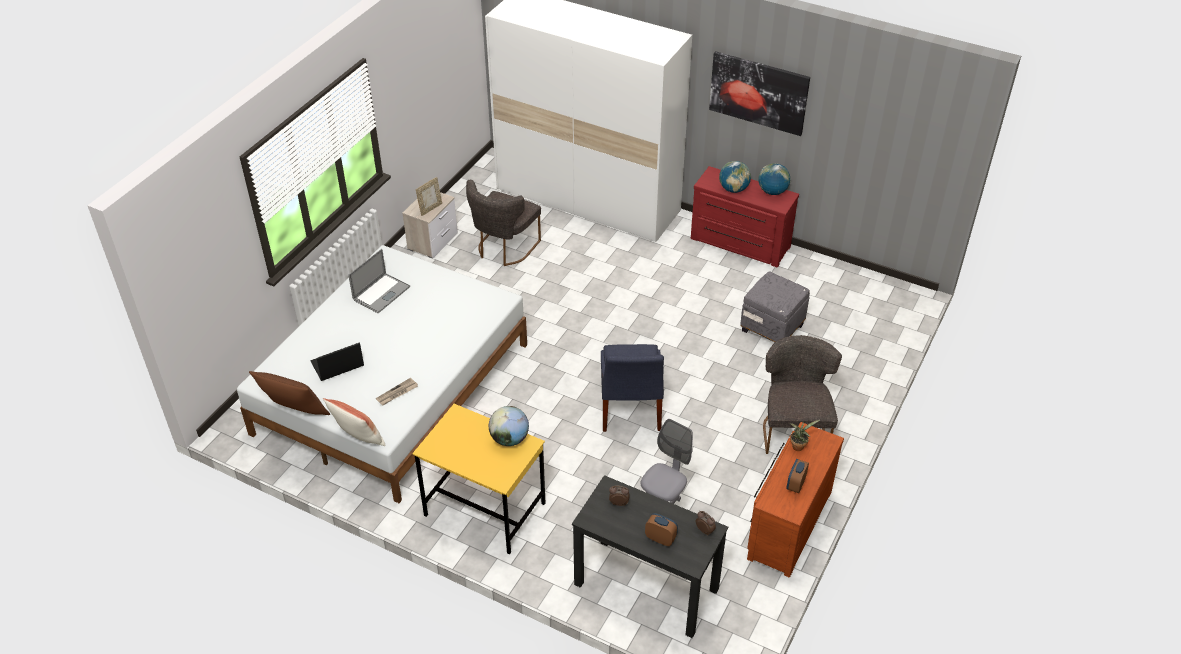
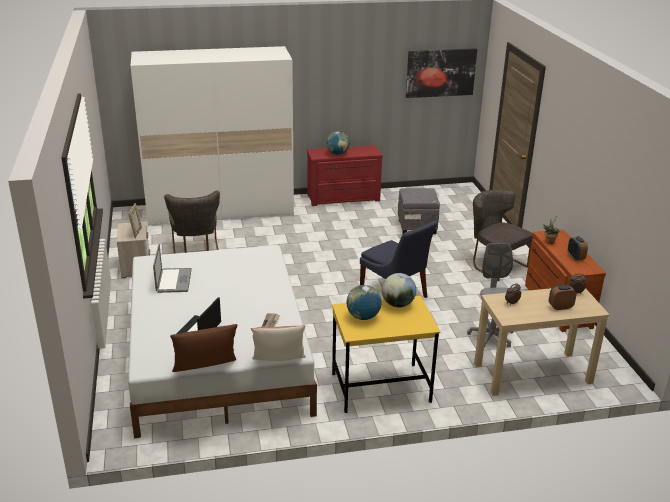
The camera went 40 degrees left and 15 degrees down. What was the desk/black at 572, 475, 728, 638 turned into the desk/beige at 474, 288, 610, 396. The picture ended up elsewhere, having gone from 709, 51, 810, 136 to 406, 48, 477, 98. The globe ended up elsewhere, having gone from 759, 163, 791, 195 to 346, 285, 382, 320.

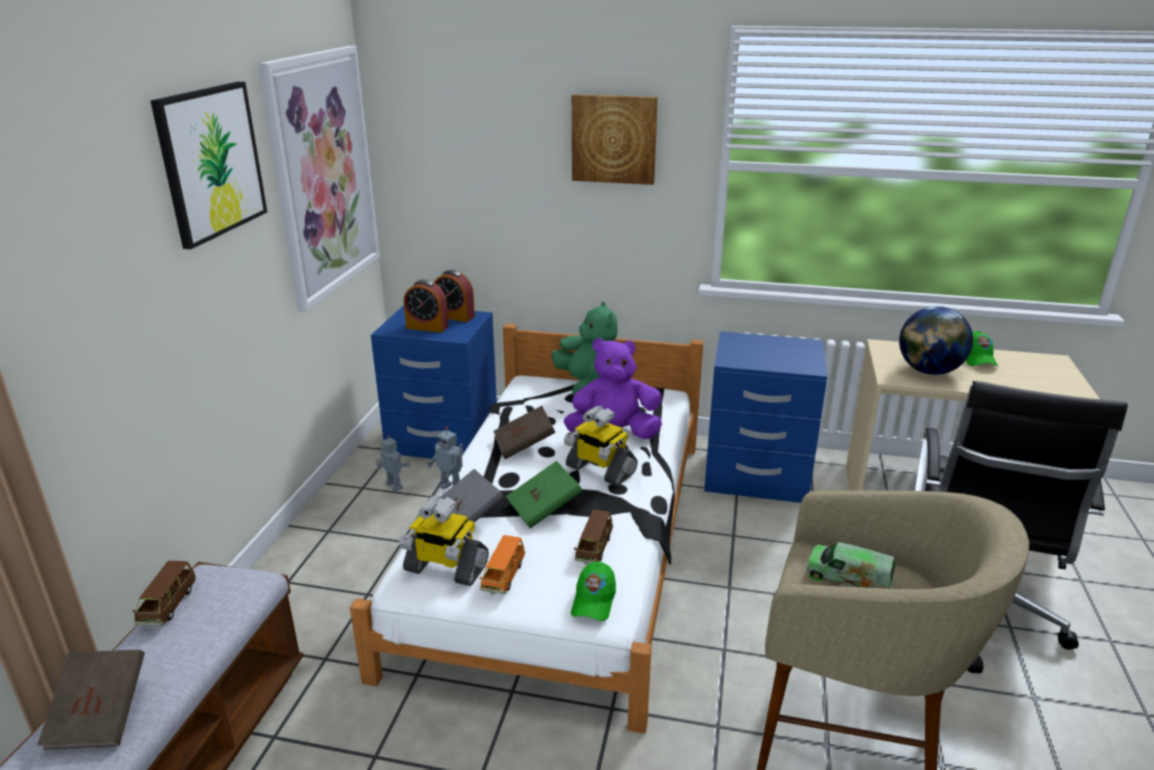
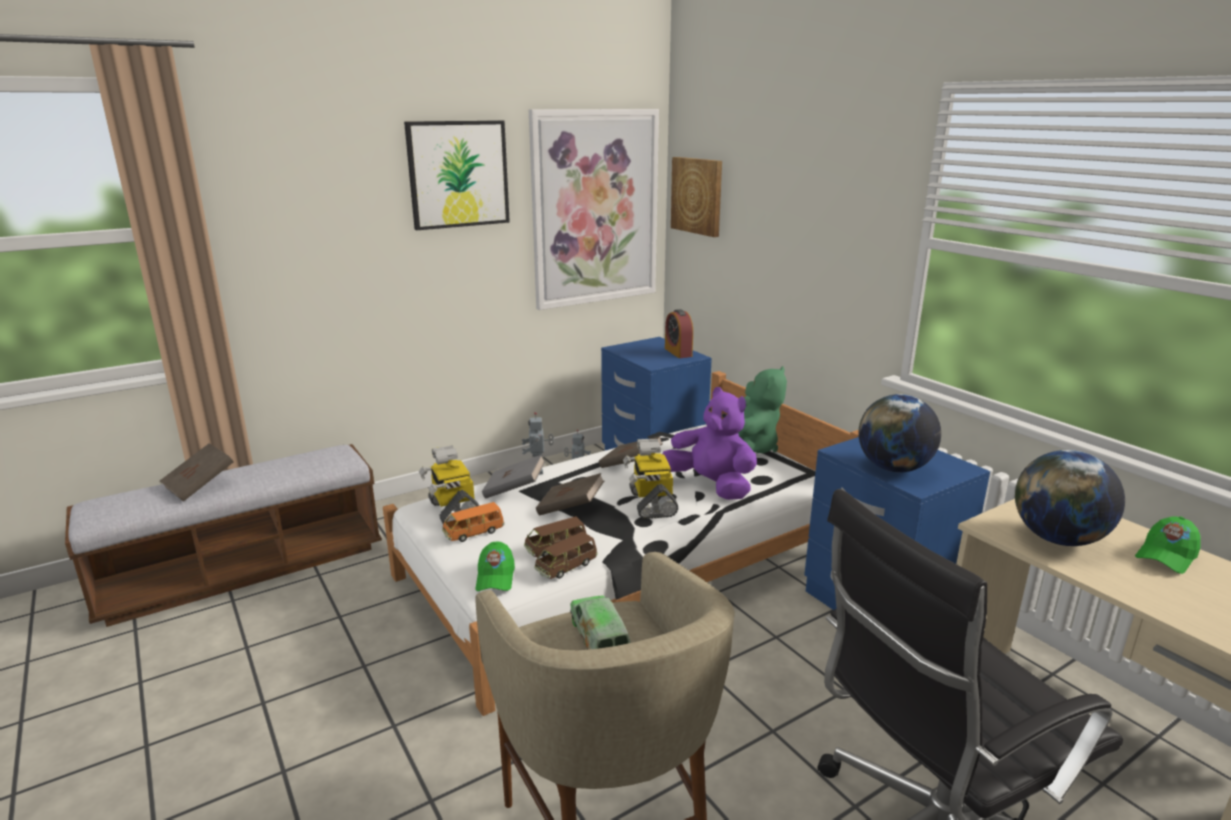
The camera went 45 degrees right and 5 degrees down. The toy car/brown ended up elsewhere, having gone from 133, 561, 196, 627 to 534, 532, 598, 579. The second view lost the alarm clock at 404, 280, 449, 333. What was the book/green at 506, 461, 582, 529 turned into the book/brown at 536, 473, 604, 515. The cap/green at 571, 562, 616, 621 ended up facing another way, 60 degrees counterclockwise from before. The picture ended up elsewhere, having gone from 572, 94, 658, 185 to 671, 157, 722, 237. The second view gained the globe at 858, 394, 941, 472.

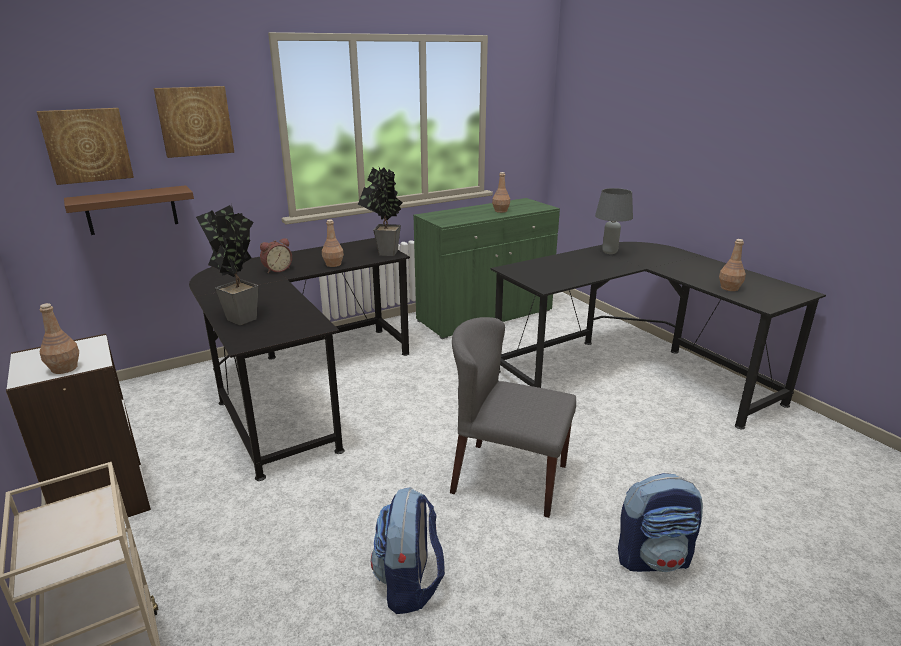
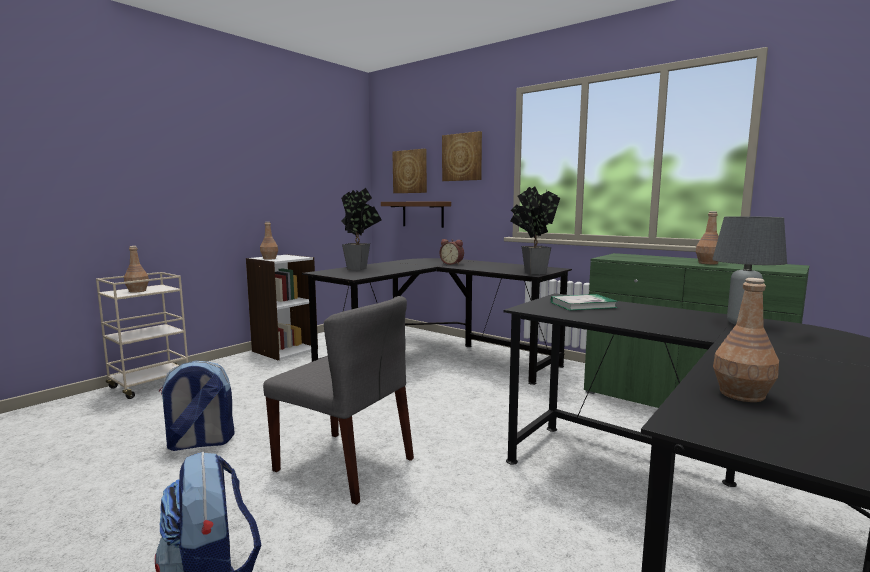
The camera went 70 degrees right and 15 degrees down. The bottle/brown ended up elsewhere, having gone from 322, 220, 344, 267 to 124, 246, 149, 293. The chair/grey at 450, 317, 576, 518 ended up facing another way, 120 degrees clockwise from before. The second view gained the book at 551, 294, 618, 311.

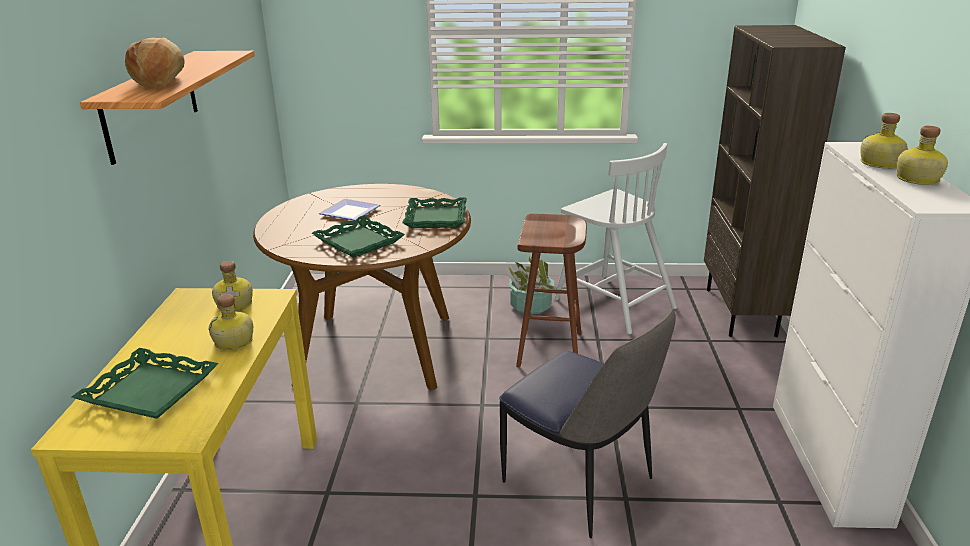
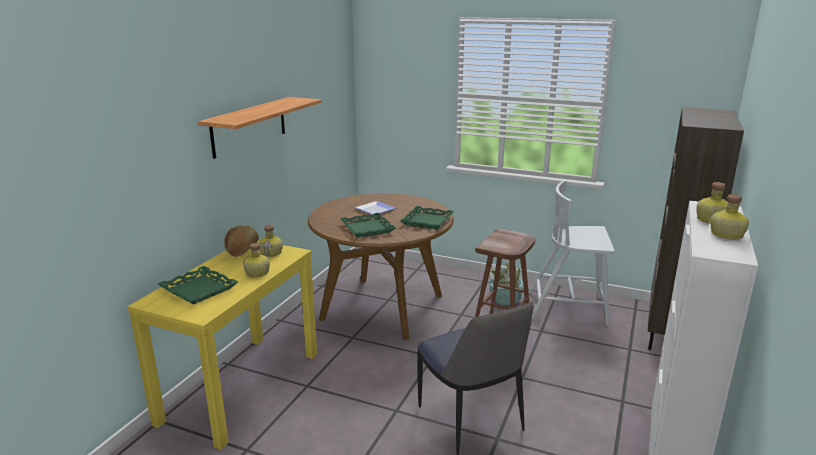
The camera went 20 degrees right and 5 degrees down. The bread ended up elsewhere, having gone from 125, 38, 185, 88 to 224, 225, 259, 257. The chair/white at 554, 143, 677, 334 ended up facing another way, 120 degrees clockwise from before.

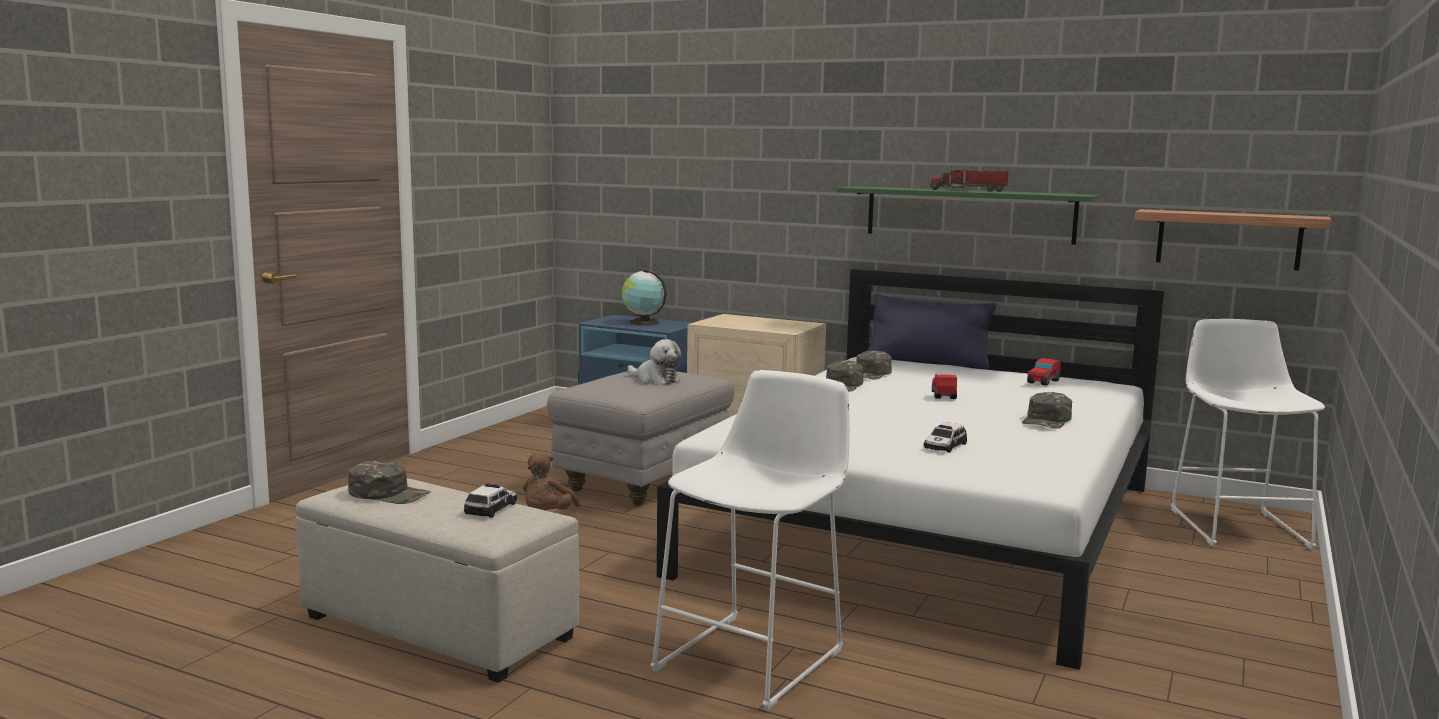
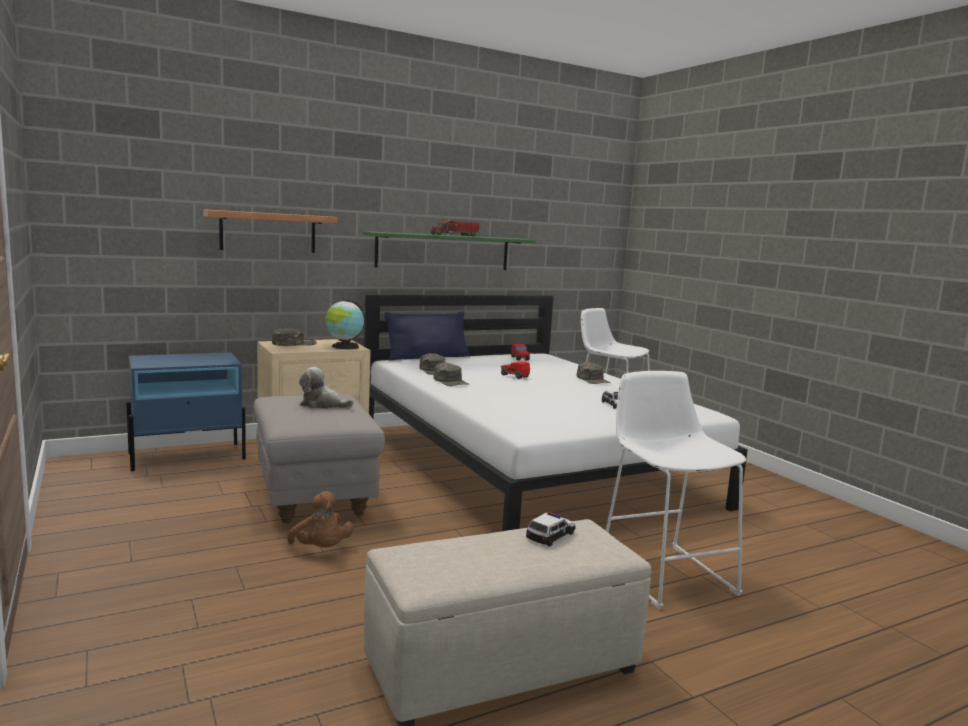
The camera went 55 degrees left and 0 degrees up. The cap/green ended up elsewhere, having gone from 348, 461, 431, 504 to 272, 328, 317, 346. The toy car at 464, 483, 517, 518 ended up facing another way, 75 degrees clockwise from before. The globe ended up elsewhere, having gone from 622, 270, 667, 326 to 325, 300, 365, 349. The plush toy at 627, 339, 681, 385 ended up facing another way, 150 degrees counterclockwise from before. The shelf ended up elsewhere, having gone from 1135, 209, 1332, 271 to 203, 209, 338, 253.

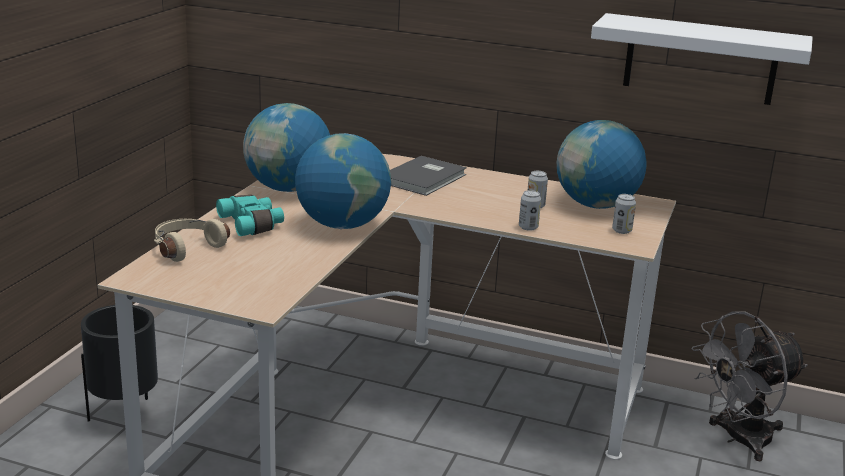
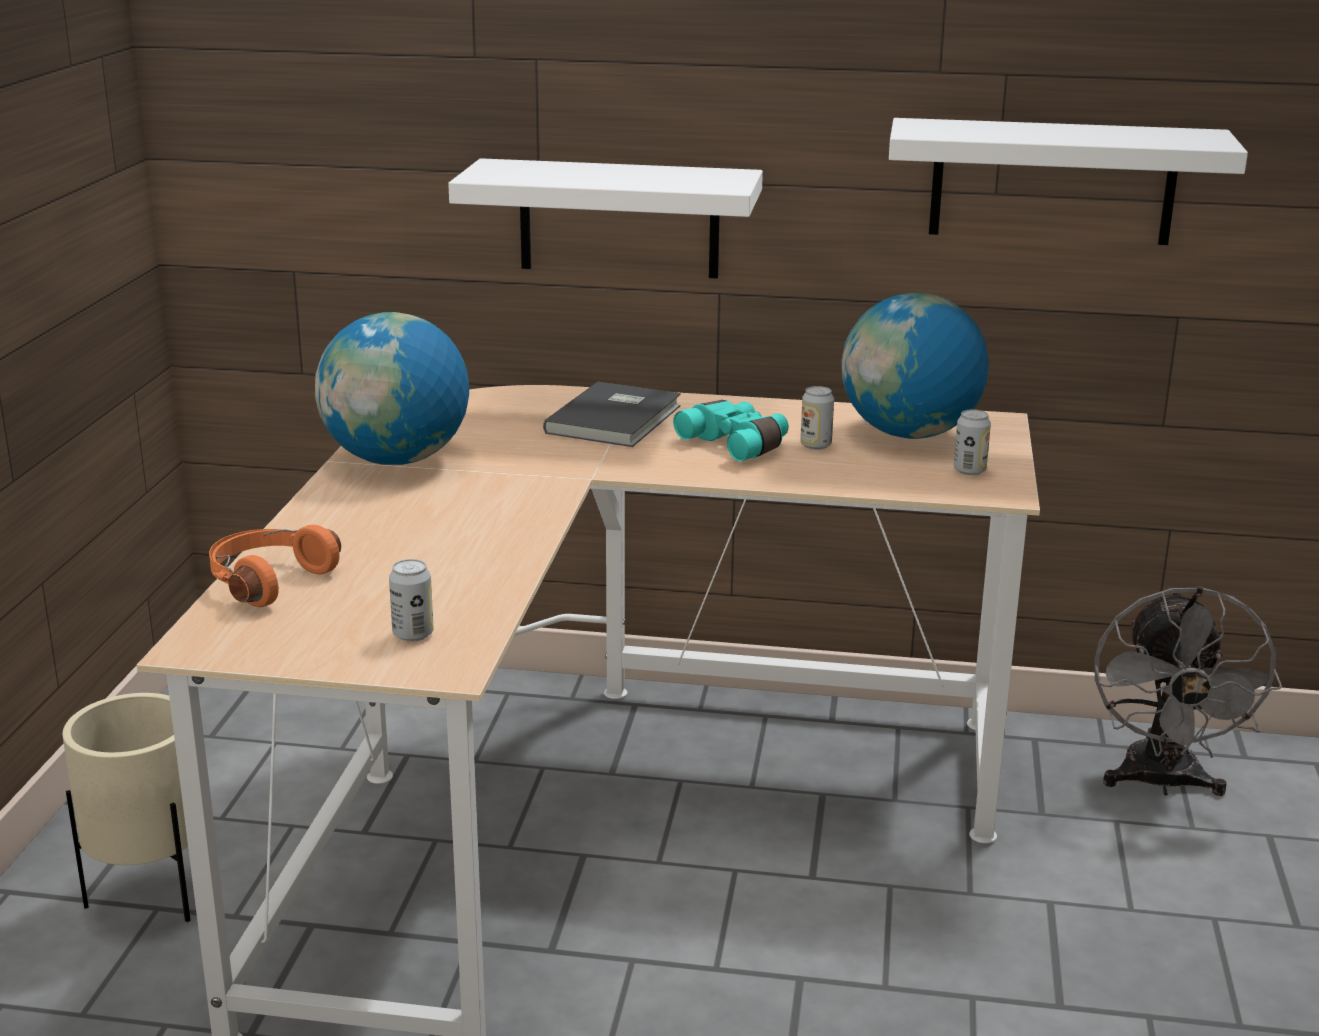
The camera went 10 degrees left and 0 degrees up. What was the planter/black at 81, 305, 158, 421 turned into the planter/beige at 62, 693, 191, 922. What was the headphones/beige at 154, 219, 230, 262 turned into the headphones/orange at 209, 525, 341, 607. The binoculars/turquoise ended up elsewhere, having gone from 216, 195, 284, 236 to 673, 400, 789, 461. The second view lost the globe at 295, 133, 391, 229. The can ended up elsewhere, having gone from 519, 190, 541, 231 to 389, 559, 433, 642. The fan/grey at 692, 311, 808, 461 ended up facing another way, 45 degrees counterclockwise from before. The second view gained the shelf/white at 448, 158, 763, 279.

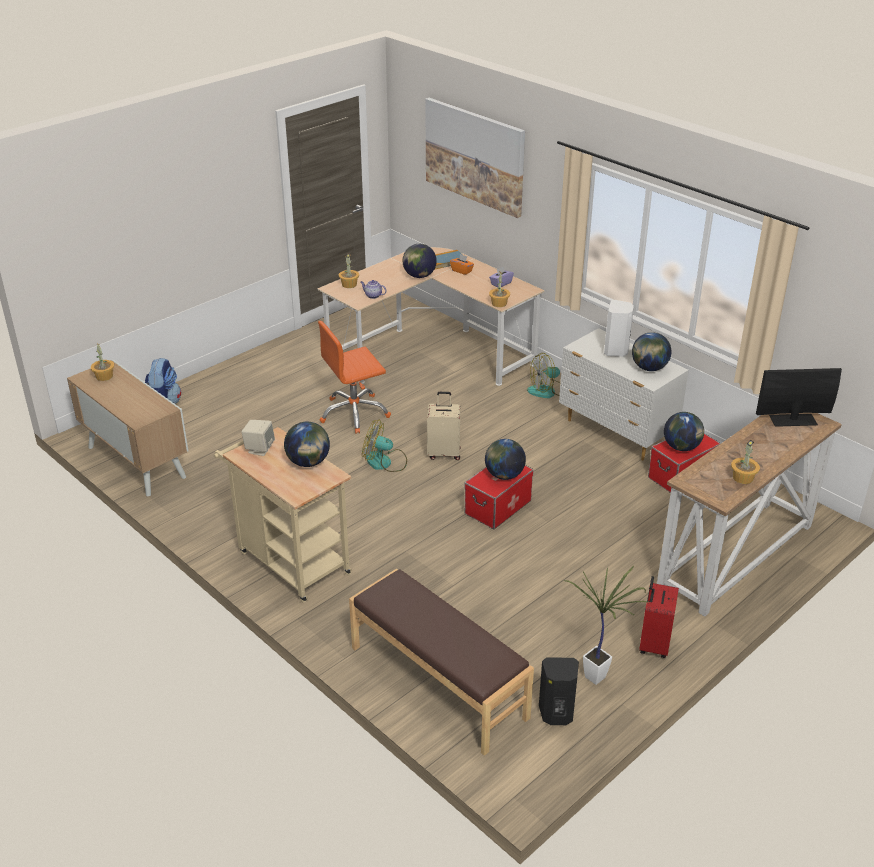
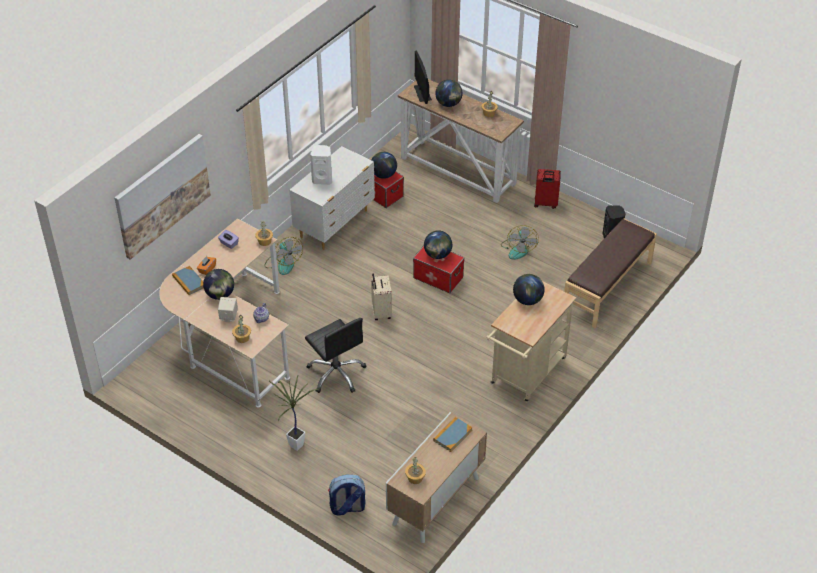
The camera went 100 degrees left and 10 degrees up. The speaker/beige ended up elsewhere, having gone from 241, 420, 275, 456 to 218, 297, 238, 322. What was the office chair/orange at 318, 321, 391, 434 turned into the office chair/black at 305, 318, 366, 393. The fan ended up elsewhere, having gone from 362, 419, 407, 472 to 501, 225, 539, 260. The potted plant ended up elsewhere, having gone from 563, 566, 649, 685 to 269, 376, 319, 451. The globe ended up elsewhere, having gone from 632, 332, 671, 371 to 435, 80, 463, 107. The second view gained the book at 433, 417, 473, 452.

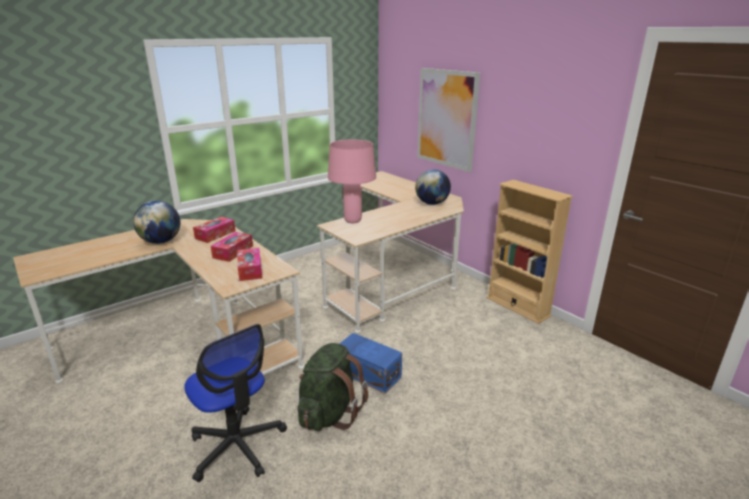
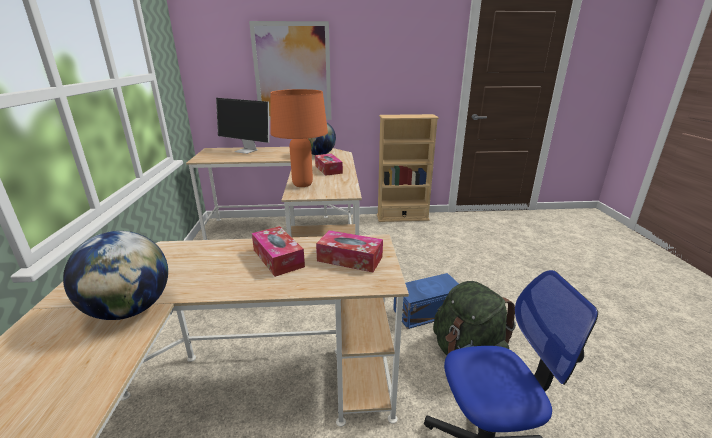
The camera went 55 degrees left and 0 degrees up. The tissue box ended up elsewhere, having gone from 193, 217, 235, 243 to 315, 154, 343, 176. What was the table lamp/pink at 328, 139, 376, 223 turned into the table lamp/orange at 270, 89, 328, 187. The second view gained the monitor at 216, 98, 269, 154.

